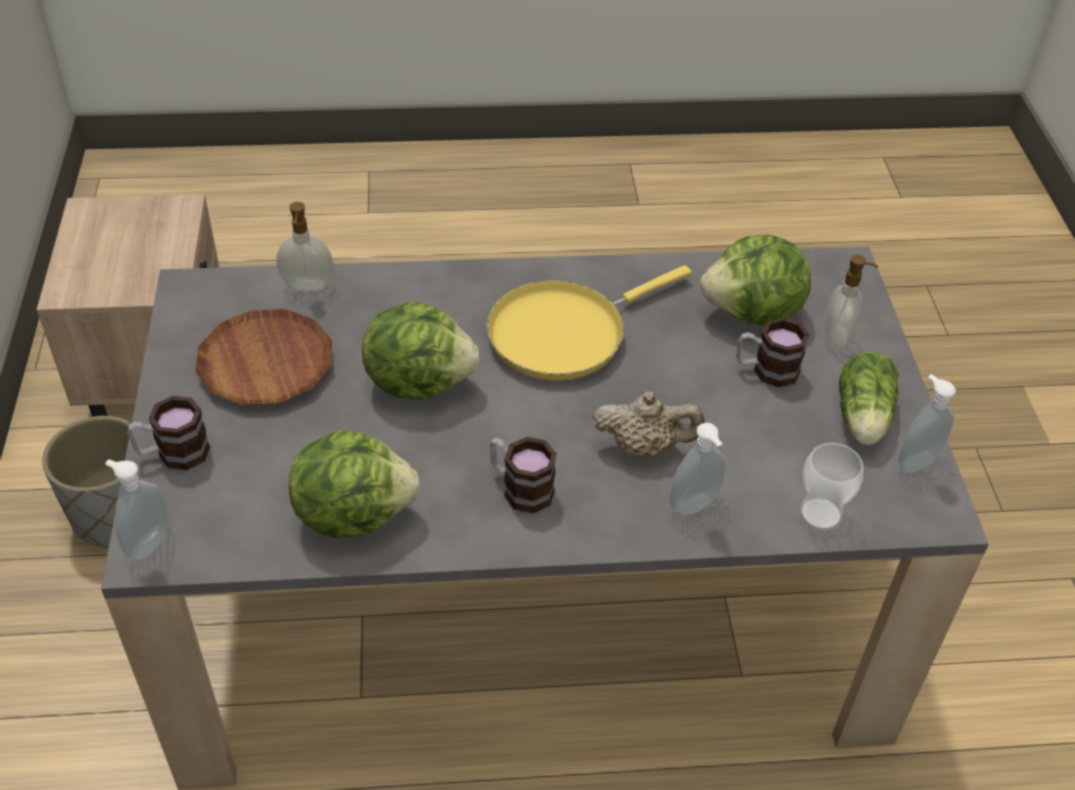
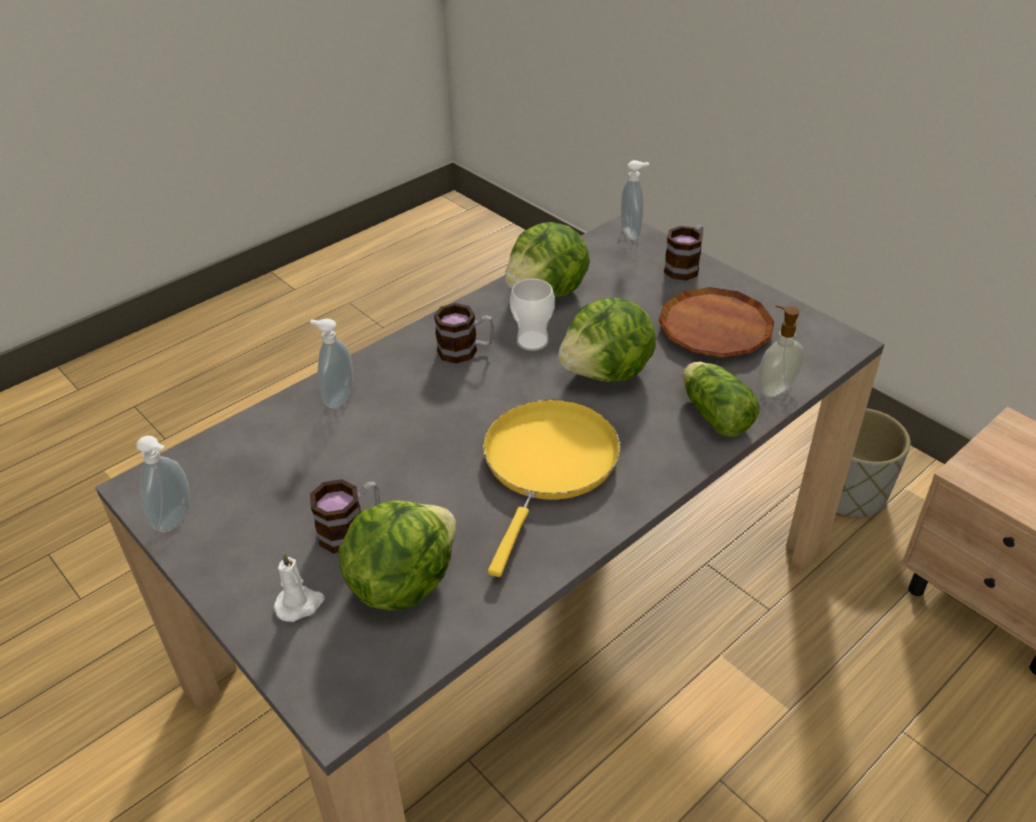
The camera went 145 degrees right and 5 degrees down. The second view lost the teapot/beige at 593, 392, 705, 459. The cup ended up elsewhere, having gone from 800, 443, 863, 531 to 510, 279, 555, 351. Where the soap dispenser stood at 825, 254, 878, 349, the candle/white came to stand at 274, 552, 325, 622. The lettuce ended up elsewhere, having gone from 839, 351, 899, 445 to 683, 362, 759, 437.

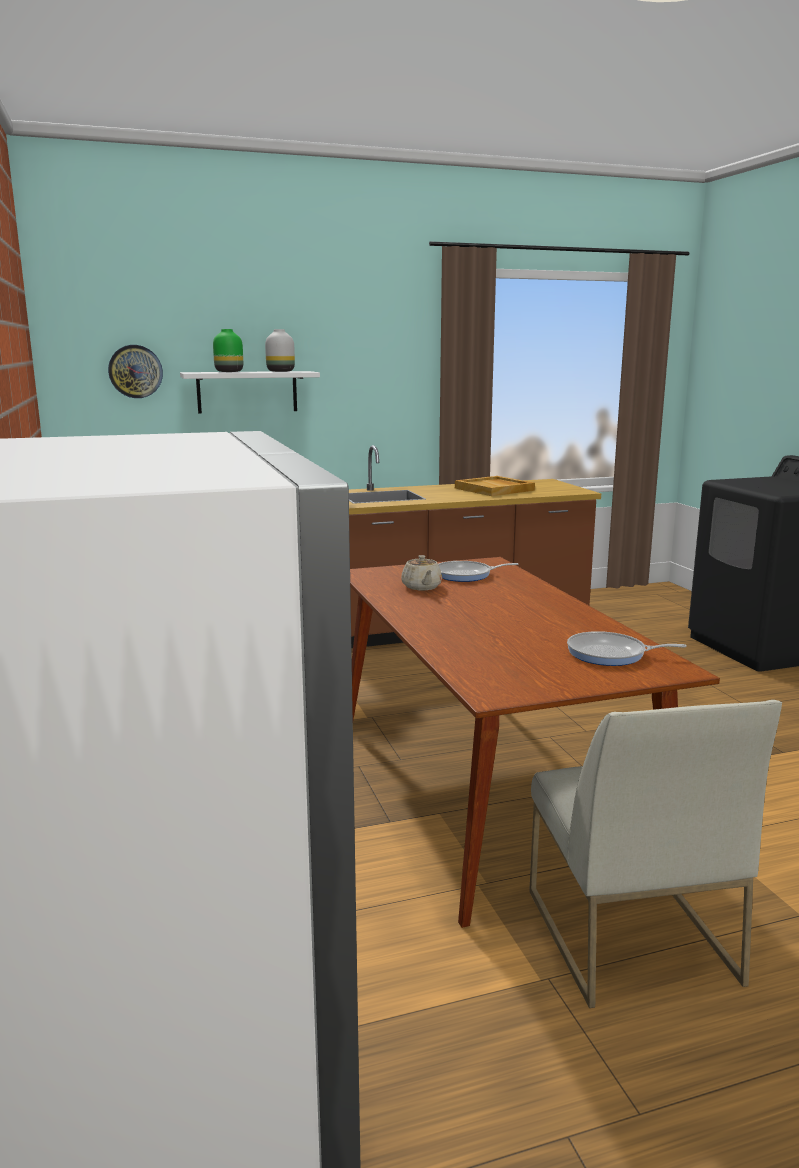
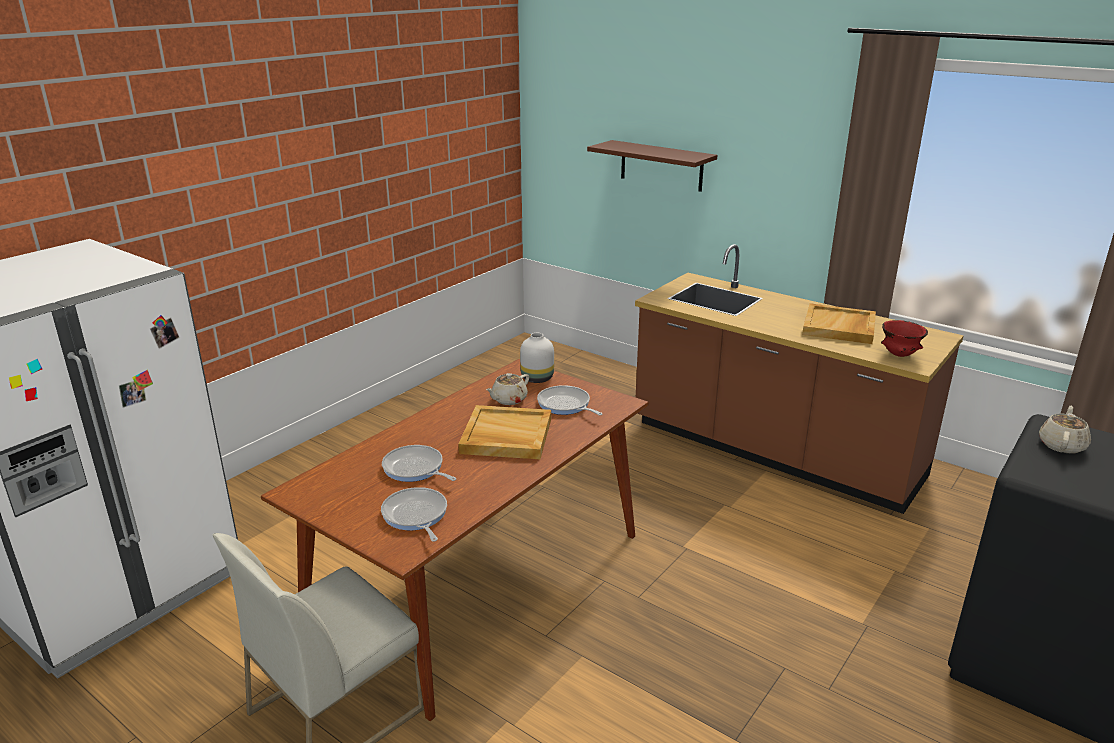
The camera went 55 degrees right and 10 degrees up. The second view lost the wall clock at 108, 345, 163, 398. What was the shelf/white at 180, 371, 320, 413 turned into the shelf/brown at 587, 140, 717, 192. The second view lost the vase/green at 213, 329, 243, 372. The vase/white ended up elsewhere, having gone from 265, 329, 295, 372 to 520, 333, 554, 383. The second view gained the frying pan at 382, 445, 456, 482. The second view gained the tray/beige at 458, 405, 551, 459. The second view gained the bowl/red at 881, 320, 928, 357. The second view gained the teapot/beige at 1039, 406, 1091, 454.

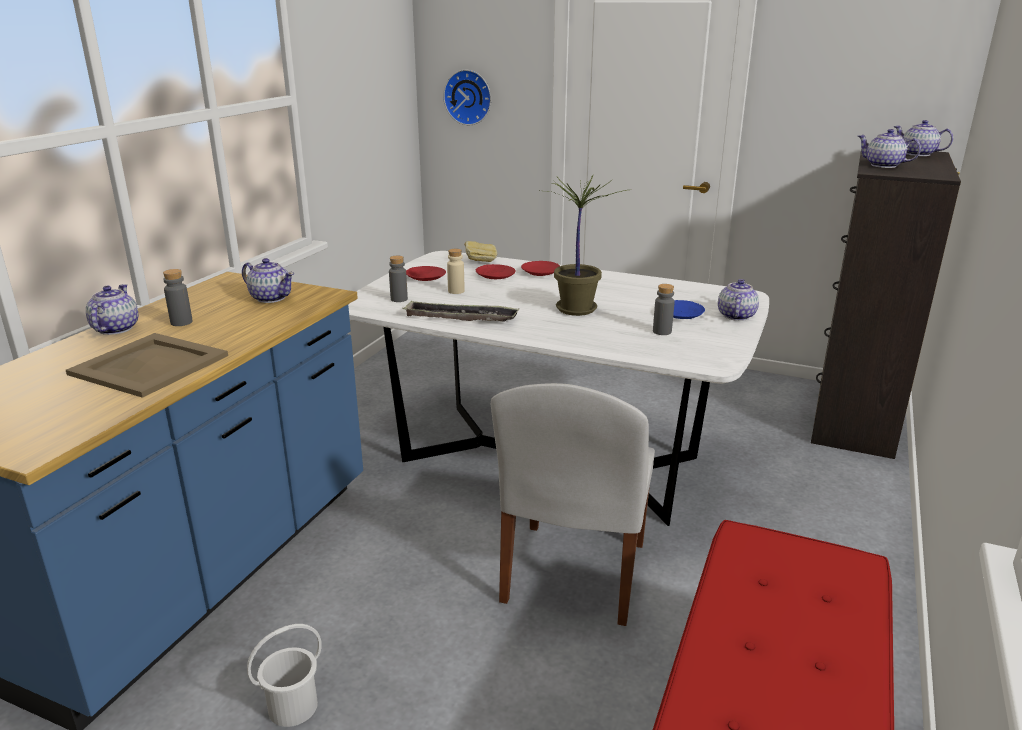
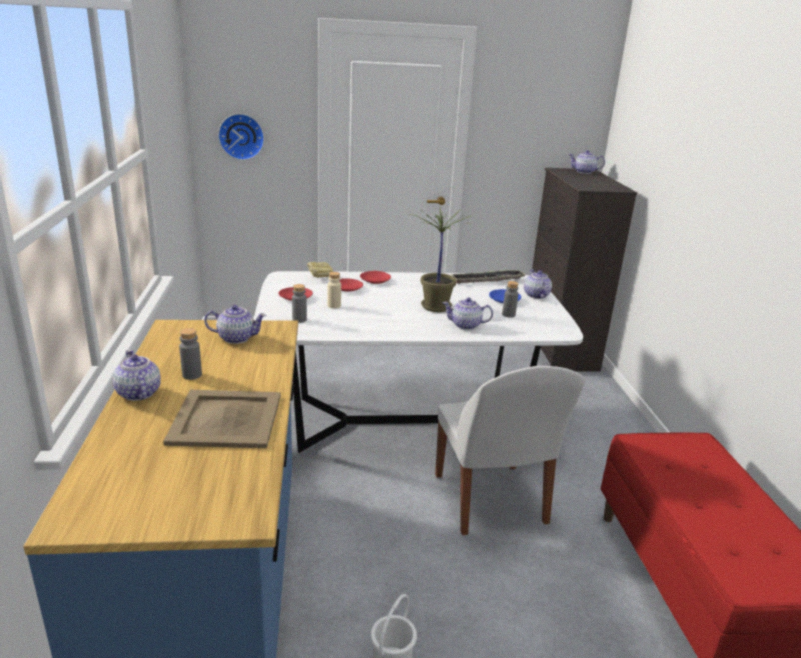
The camera went 30 degrees left and 0 degrees up. The tray ended up elsewhere, having gone from 402, 300, 519, 322 to 451, 269, 527, 284. The teapot ended up elsewhere, having gone from 858, 129, 921, 168 to 443, 297, 493, 330.

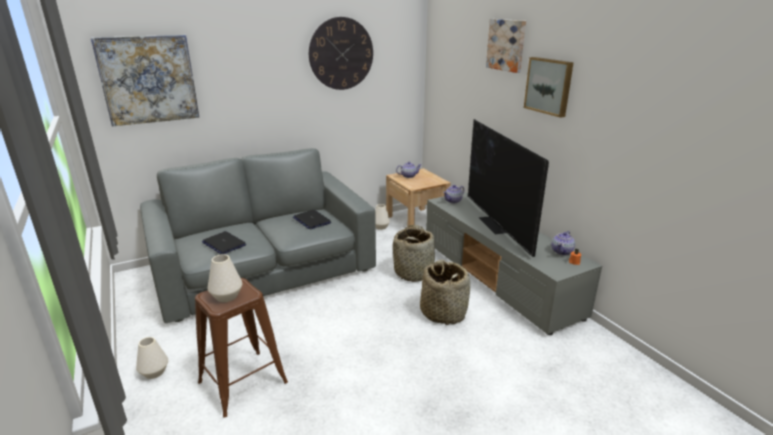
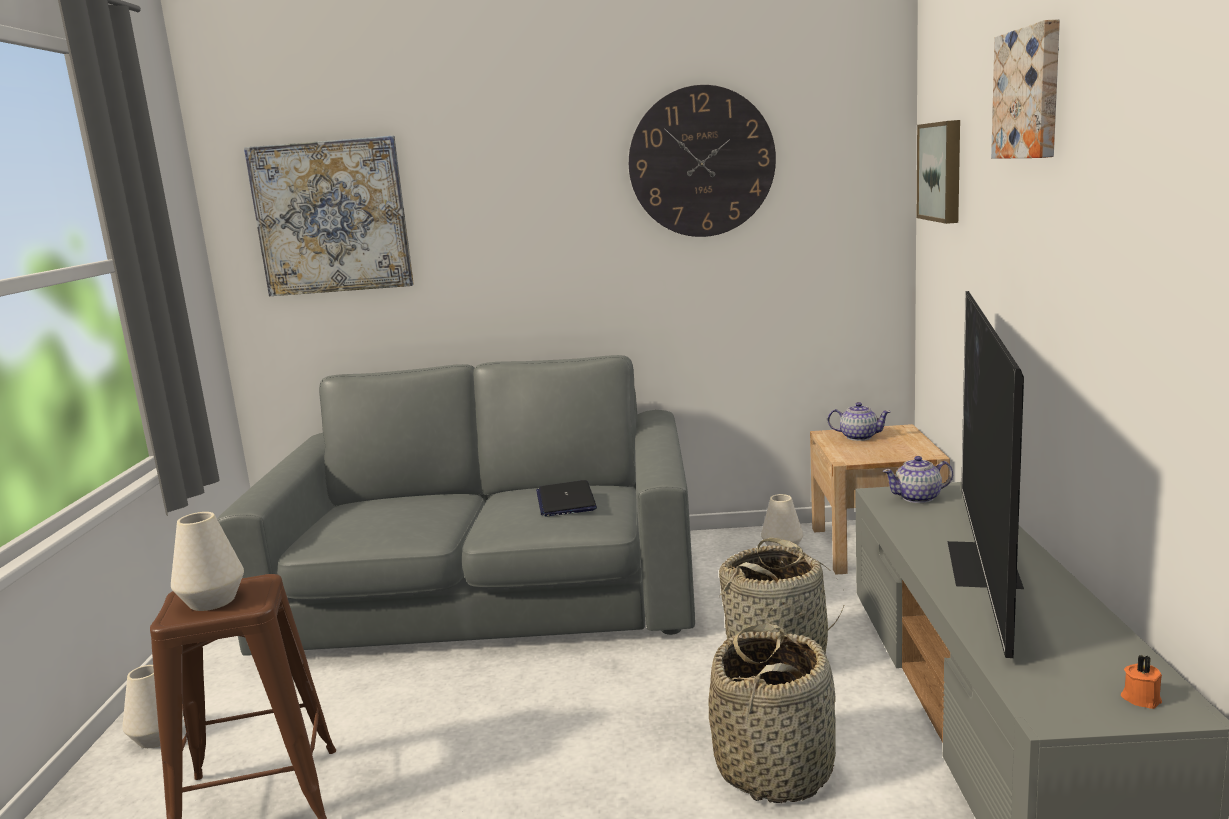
The camera went 30 degrees right and 10 degrees down. The second view lost the laptop at 202, 231, 246, 254. The picture ended up elsewhere, having gone from 524, 57, 574, 118 to 917, 120, 960, 224. The second view lost the teapot at 551, 231, 575, 255.

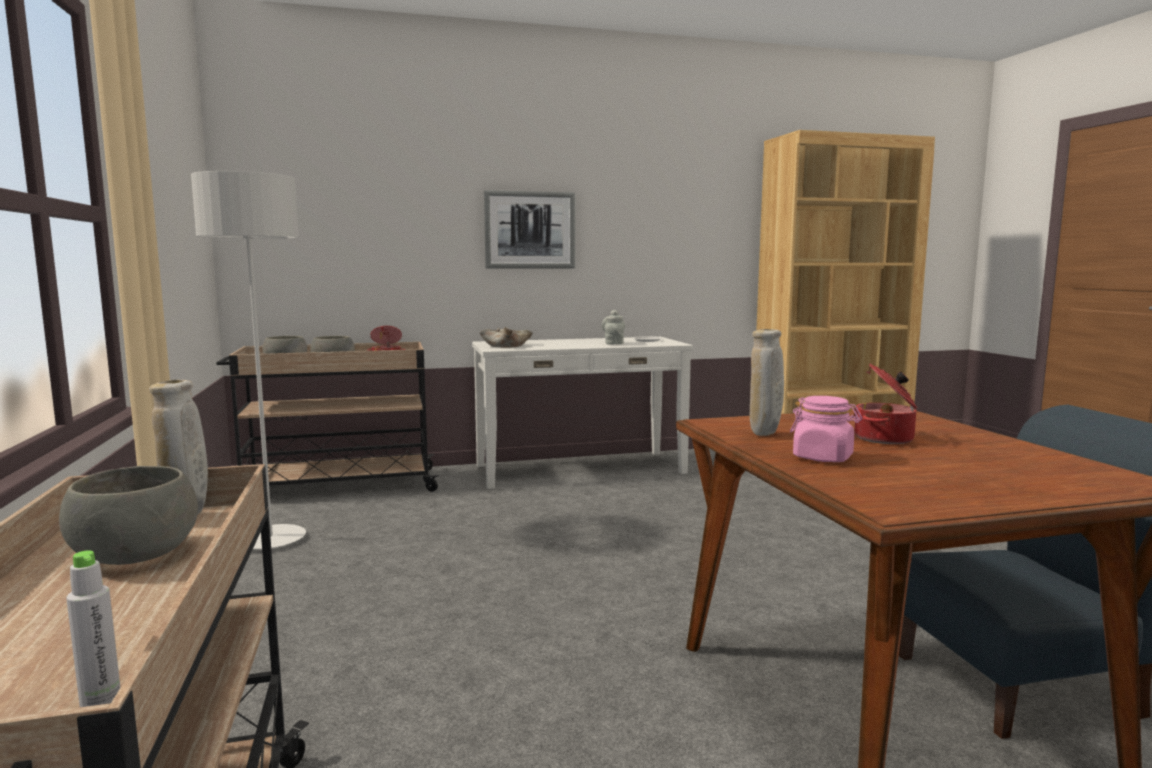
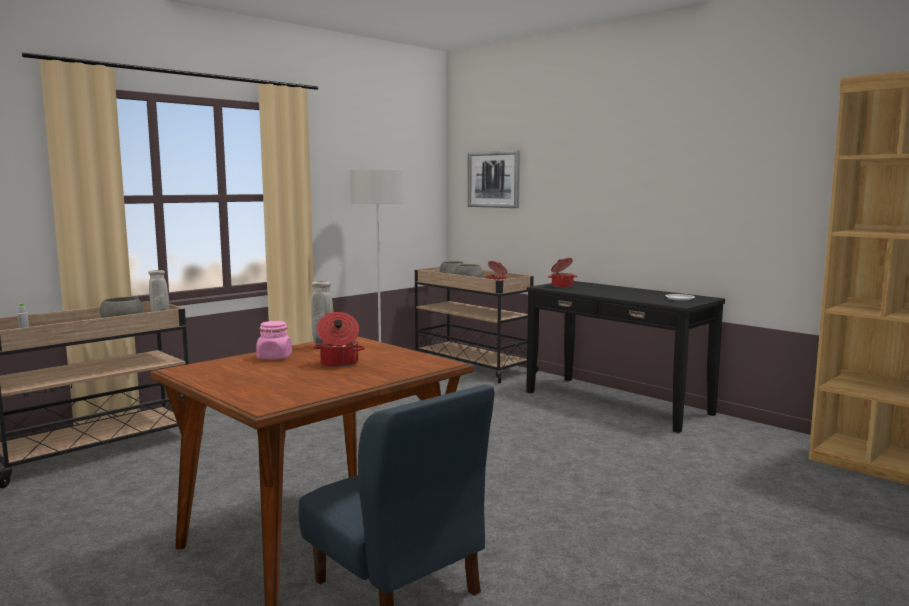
The camera went 60 degrees right and 0 degrees up. What was the console table/white at 472, 337, 693, 489 turned into the console table/black at 526, 281, 725, 433. Where the bowl/beige stood at 479, 327, 533, 348, the cooking pot came to stand at 548, 258, 577, 288. The picture ended up elsewhere, having gone from 484, 190, 575, 269 to 468, 150, 520, 208. The second view lost the teapot/grey at 602, 310, 625, 345.

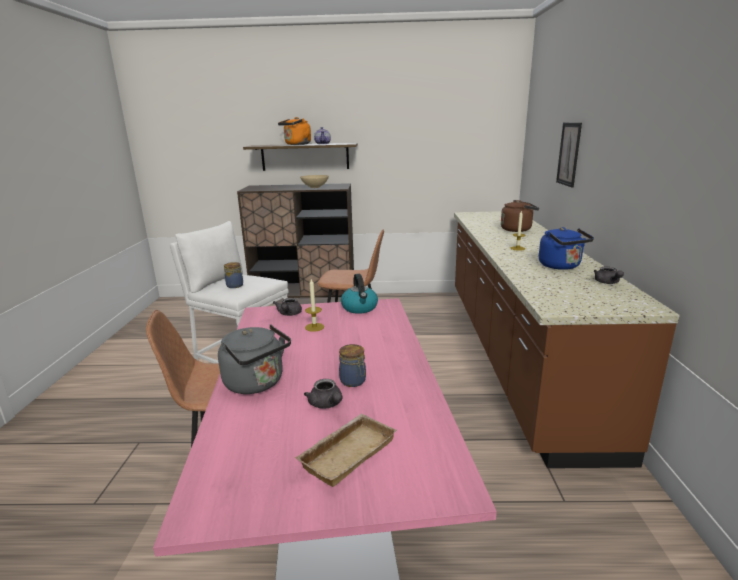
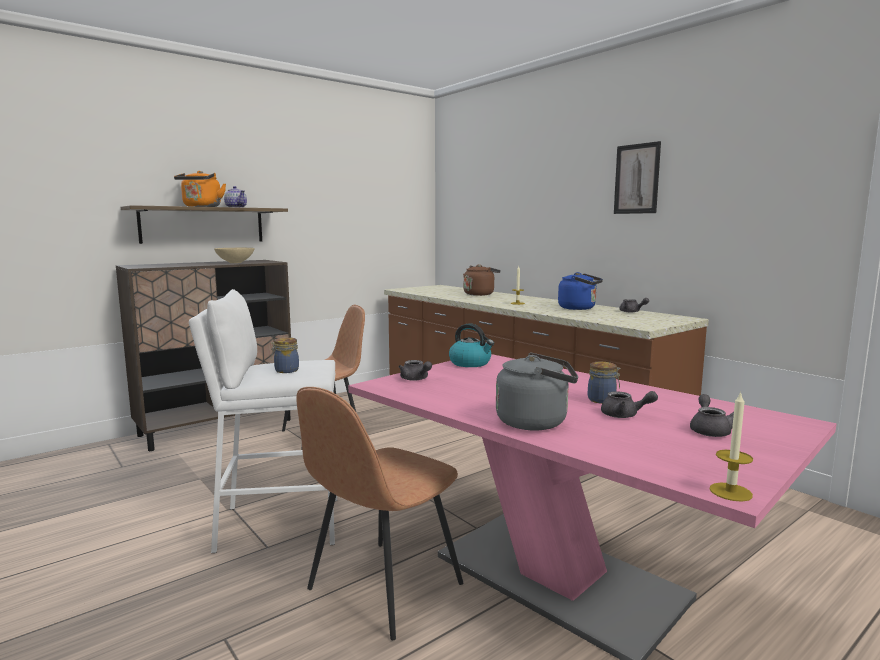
The camera went 40 degrees left and 10 degrees down. Where the tray/beige stood at 295, 414, 397, 487, the teapot/grey came to stand at 690, 394, 734, 437. The candle ended up elsewhere, having gone from 305, 279, 324, 332 to 709, 392, 753, 501. The picture ended up elsewhere, having gone from 556, 123, 582, 188 to 614, 141, 661, 214.

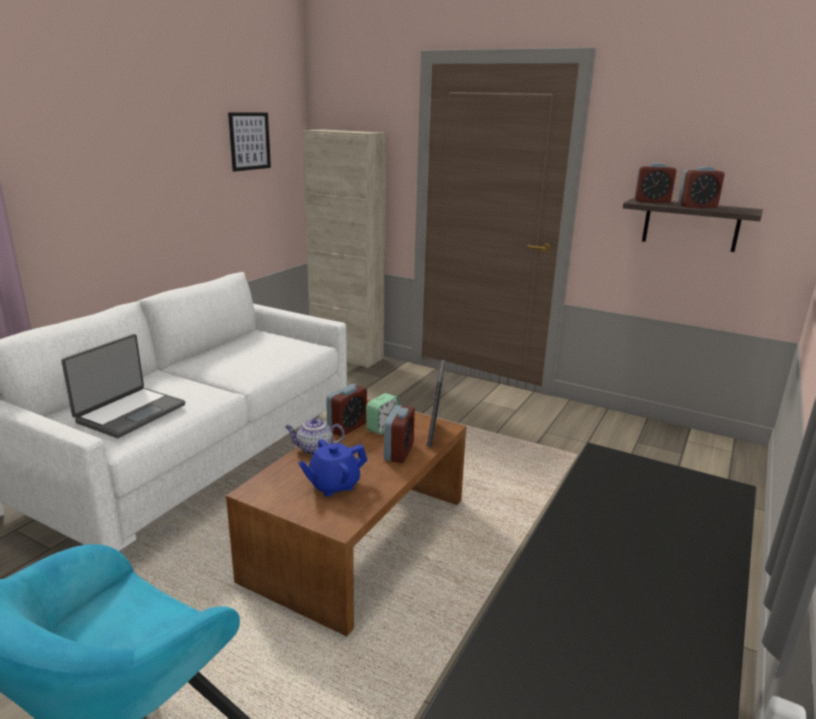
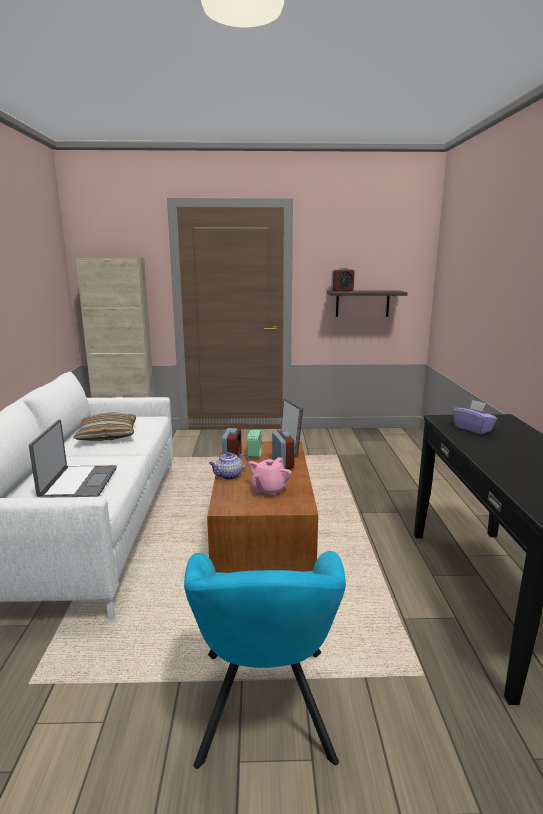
The camera went 30 degrees left and 5 degrees down. The second view lost the picture at 228, 112, 271, 172. What was the teapot/blue at 298, 439, 367, 497 turned into the teapot/pink at 248, 457, 292, 497. The second view lost the alarm clock at 678, 166, 725, 208. The second view gained the pillow at 73, 412, 136, 441. The second view gained the tissue box/purple at 453, 399, 497, 434.

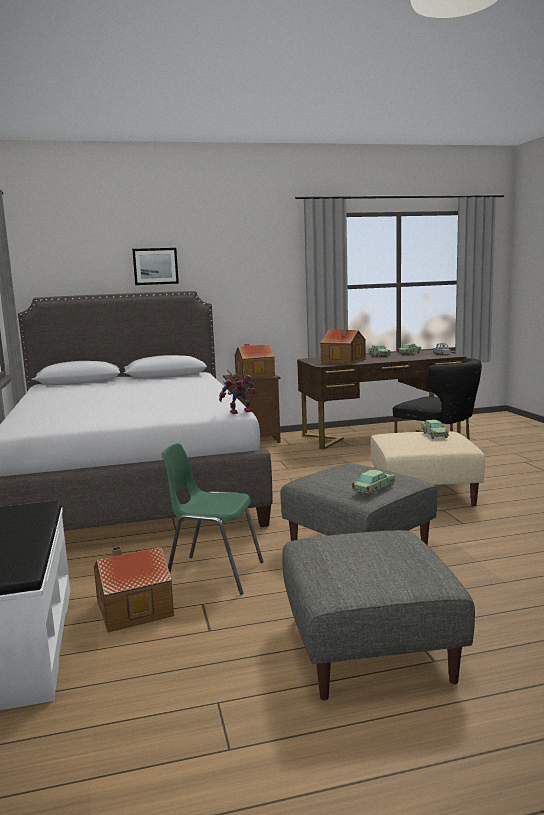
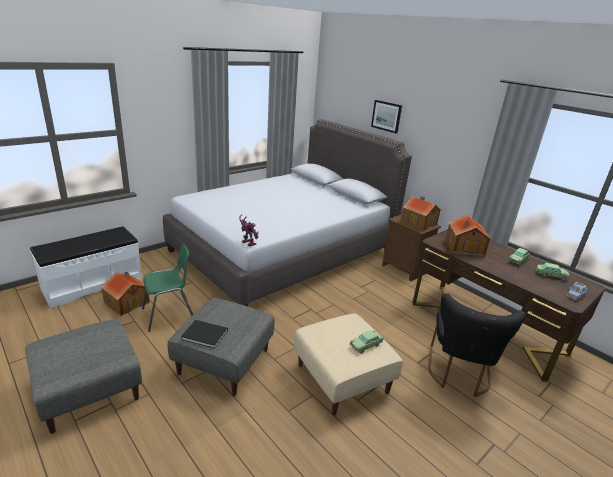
The camera went 60 degrees right and 15 degrees up. The chair/green at 161, 443, 264, 595 ended up facing another way, 75 degrees clockwise from before. Where the toy car stood at 352, 470, 396, 495, the book/black came to stand at 181, 320, 228, 348.

